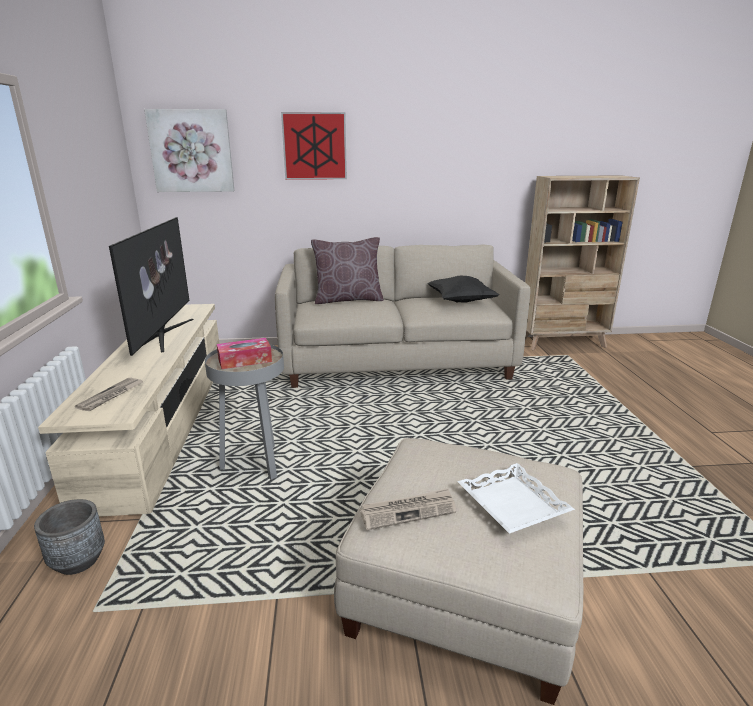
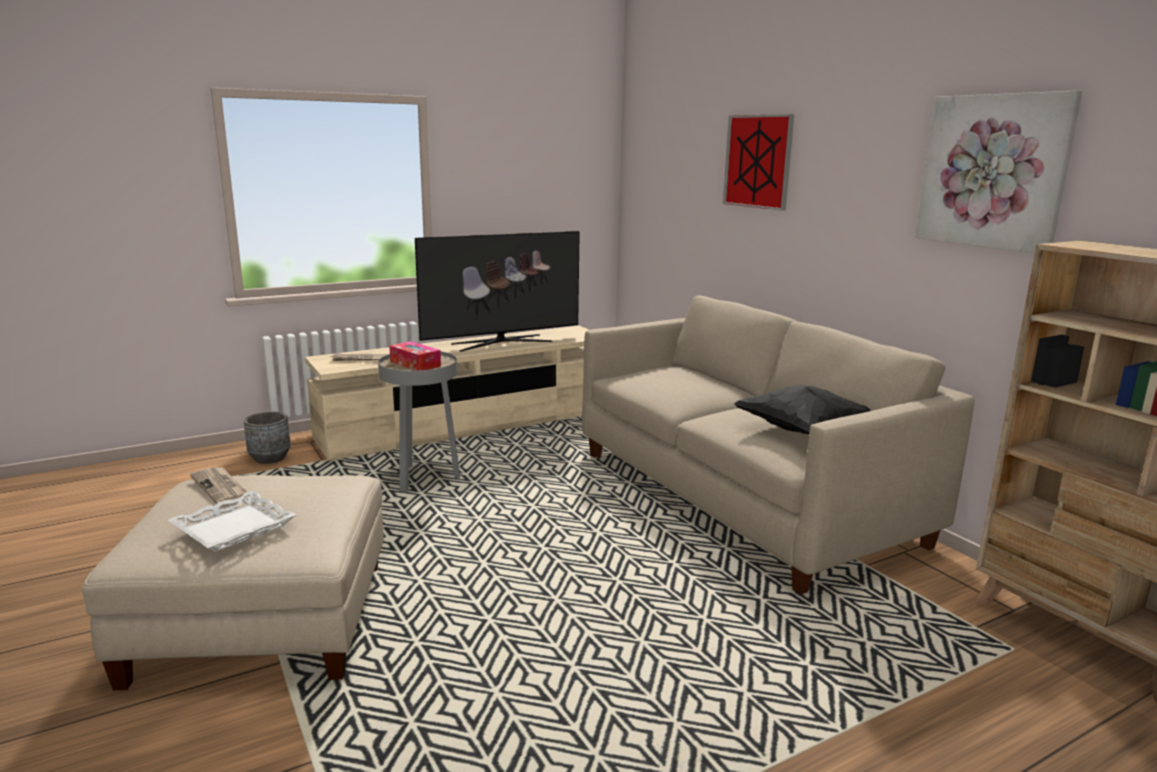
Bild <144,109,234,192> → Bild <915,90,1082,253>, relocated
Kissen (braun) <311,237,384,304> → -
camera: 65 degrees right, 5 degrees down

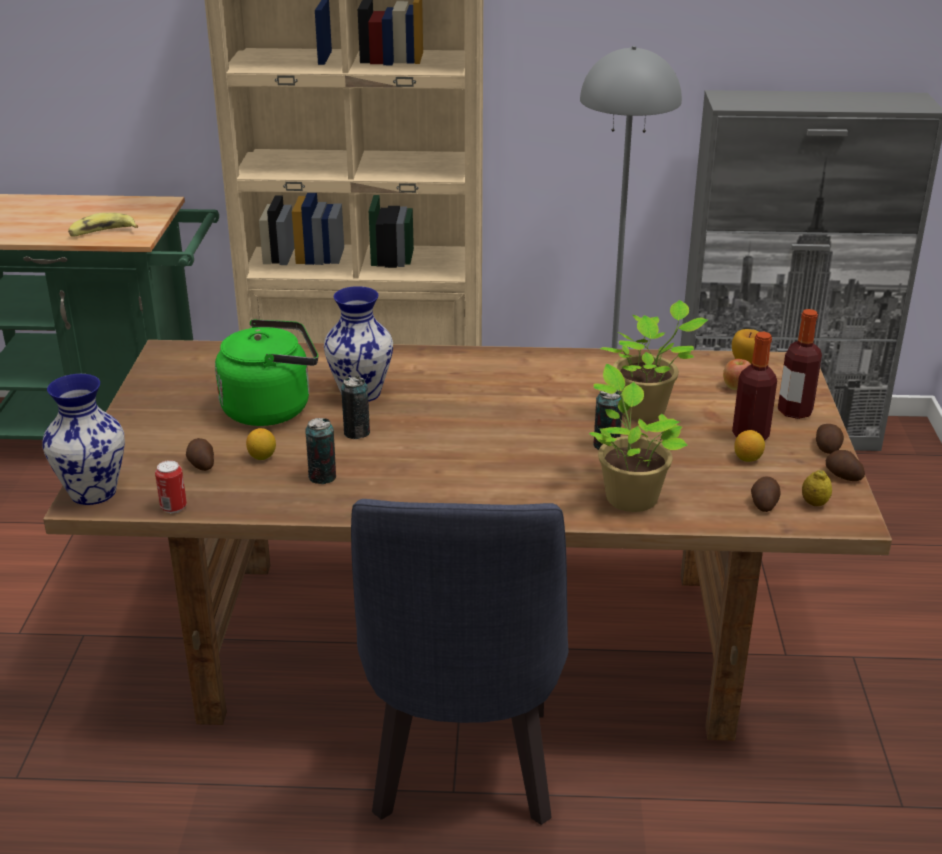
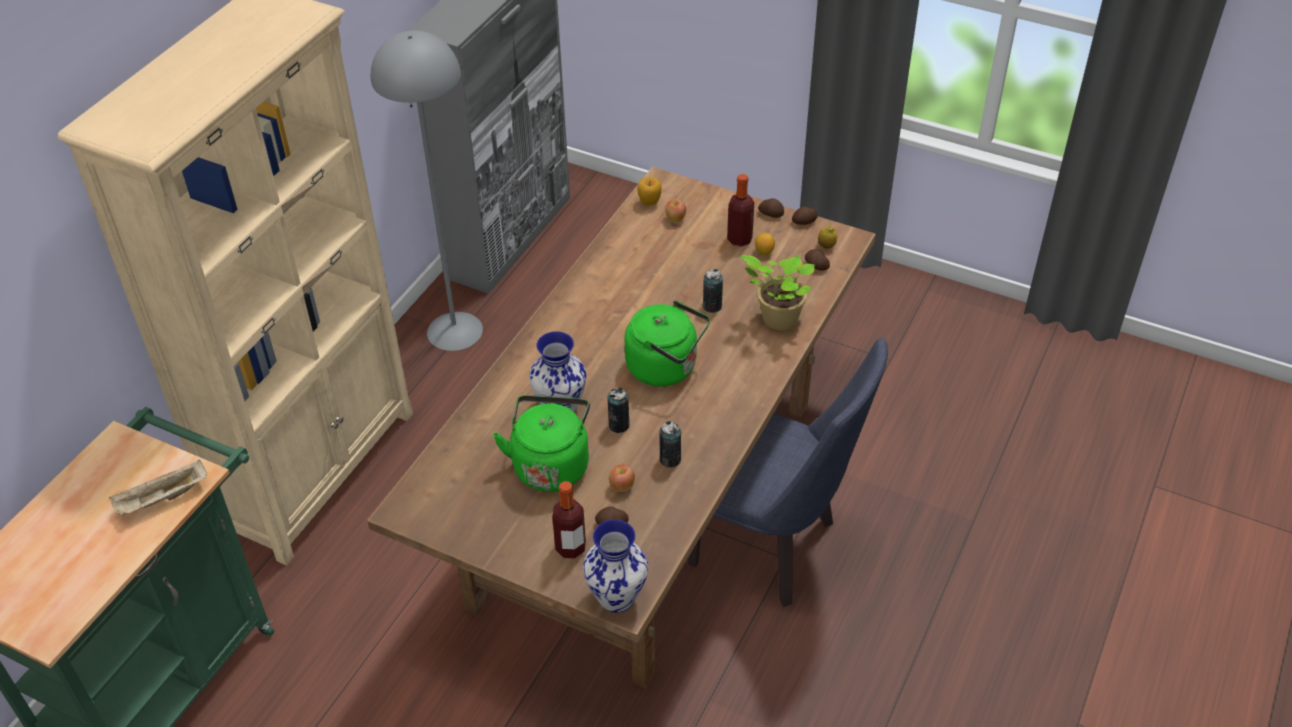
Banane <68,213,138,237> → Tablett (beige) <109,460,207,517>
Dose <155,460,187,513> → -
Zitrone <246,428,276,460> → Apfel <609,464,635,492>
Topfpflanze <600,300,708,421> → -
Flasche <777,309,822,419> → Flasche <552,481,586,558>, relocated
- → Wasserkessel (grün) <625,301,710,387>
camera: 65 degrees left, 15 degrees up

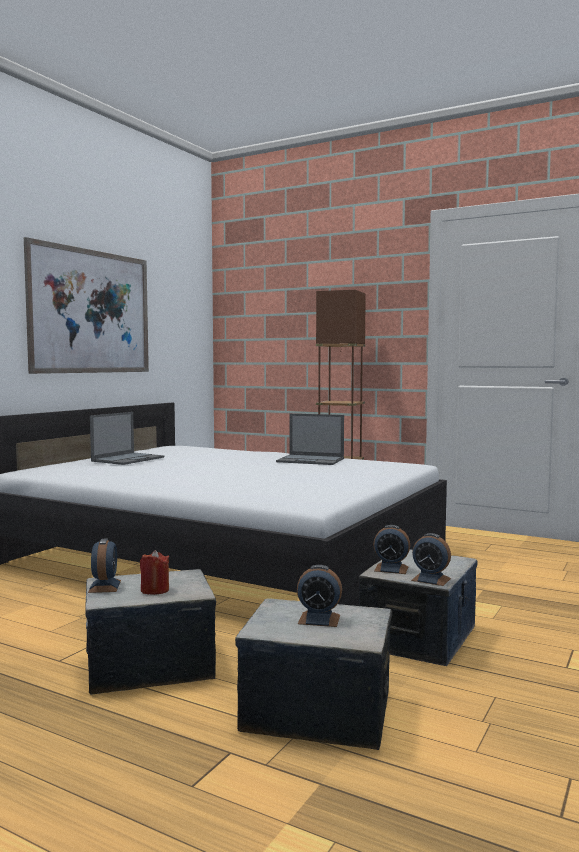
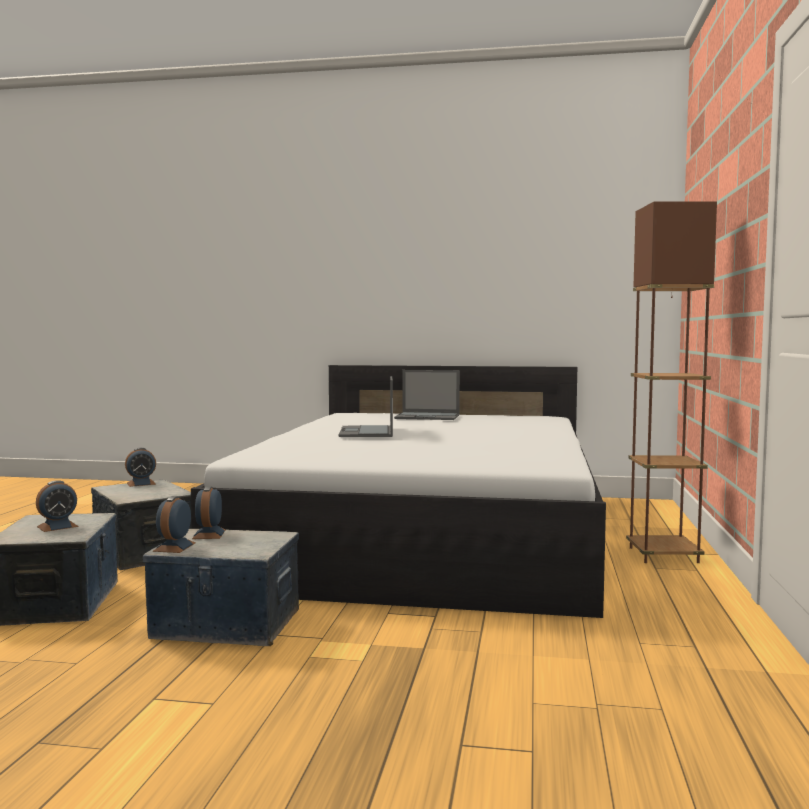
Bild <24,237,149,374> → -
Kerze (rot) <140,550,169,595> → -
Laptop <276,413,344,465> → Laptop <339,376,393,437>, relocated
Wecker <297,565,342,627> → Wecker <36,480,79,532>, 120 degrees counterclockwise
camera: 70 degrees right, 0 degrees up

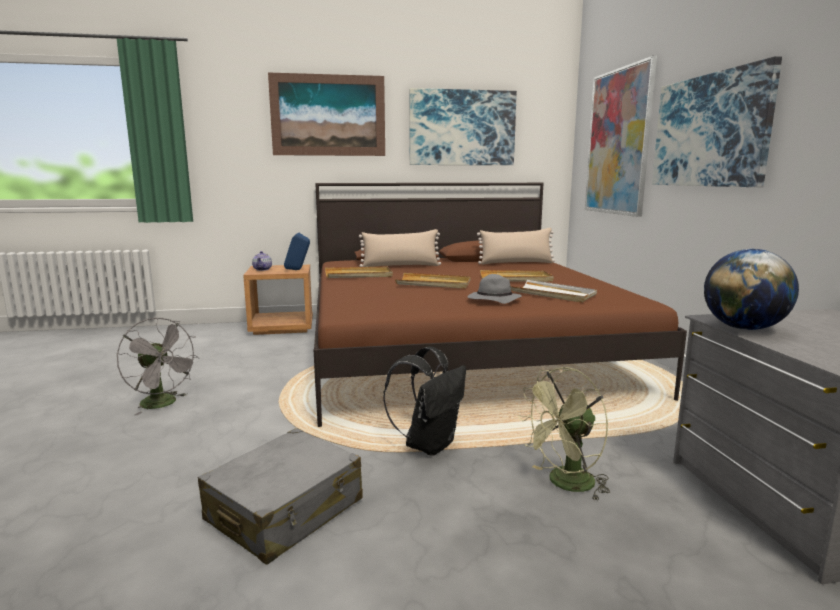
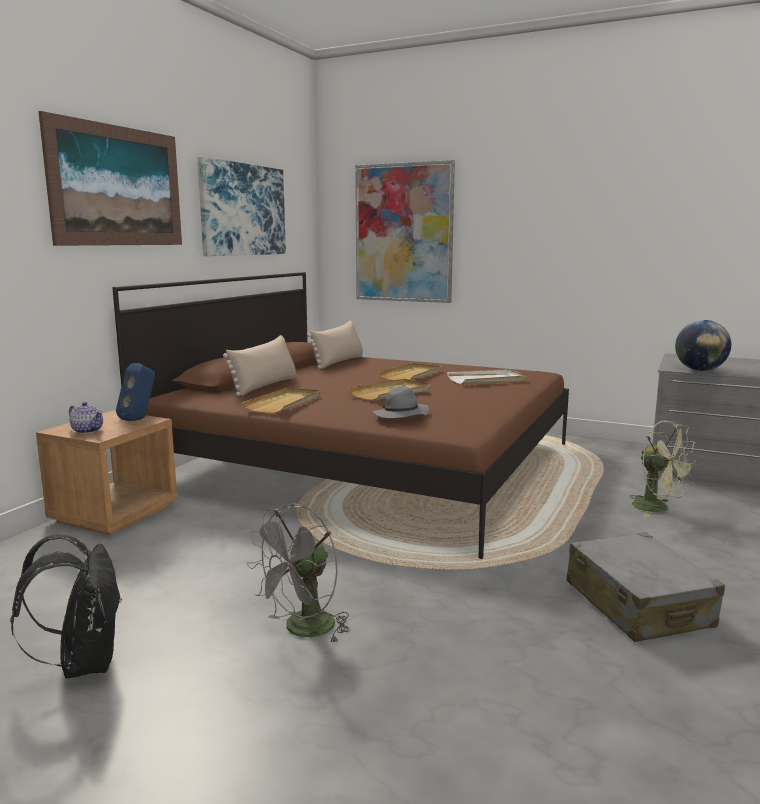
Ventilator (grau) <117,318,200,415> → Ventilator (grau) <246,504,349,643>, 150 degrees clockwise
Rucksack (schwarz) <383,347,466,456> → Rucksack (schwarz) <10,534,122,679>, relocated
Hut (grau) <467,274,522,304> → Hut (grau) <373,386,429,418>, relocated
Ventilator (grün) <518,367,610,501> → Ventilator (grün) <631,420,698,517>, 45 degrees counterclockwise
Bild <652,56,782,187> → -
camera: 55 degrees left, 0 degrees up

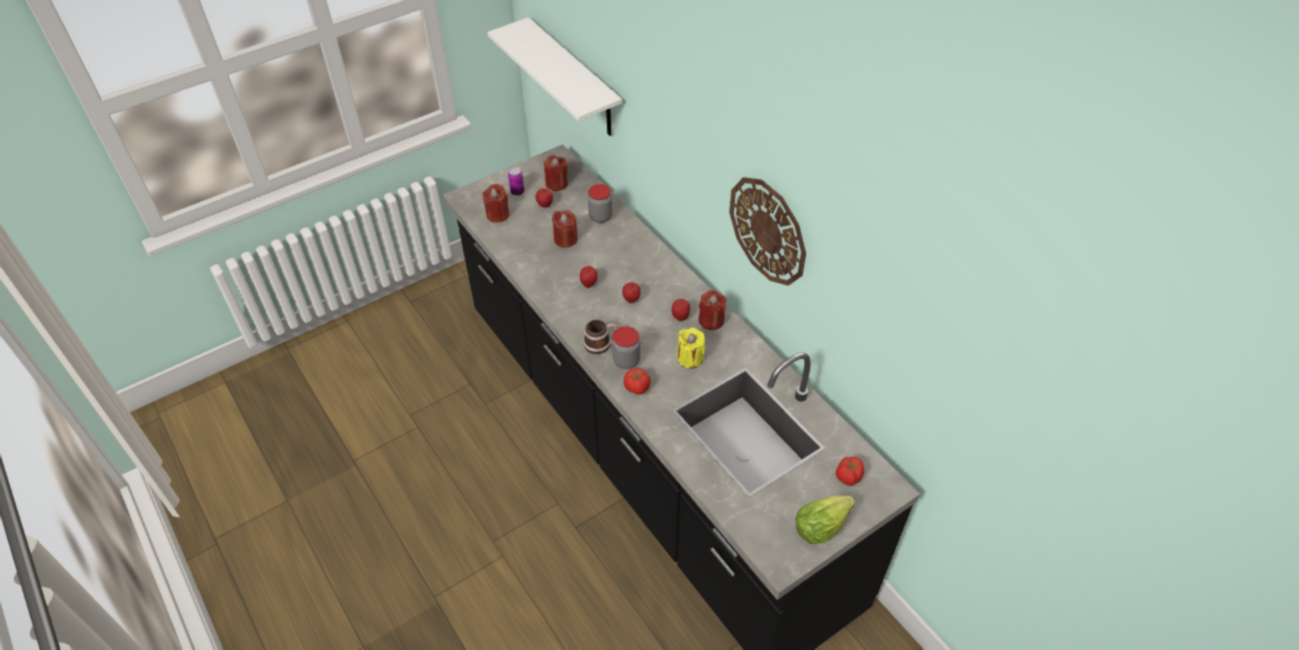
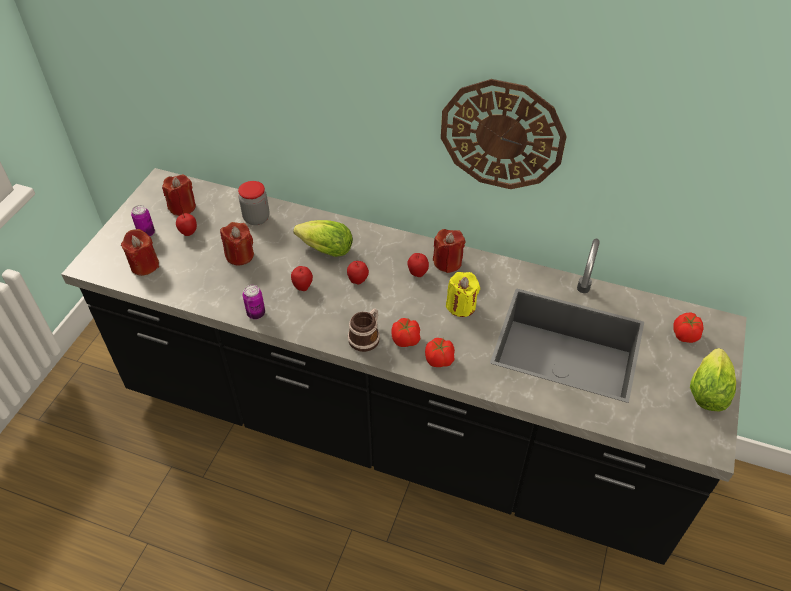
Wandregal (weiß) <488,17,622,136> → -
Vorratsglas <612,326,640,369> → Tomate <391,318,420,347>
- → Dose <243,285,265,319>
- → Salatkopf <293,220,353,257>
camera: 35 degrees left, 0 degrees up

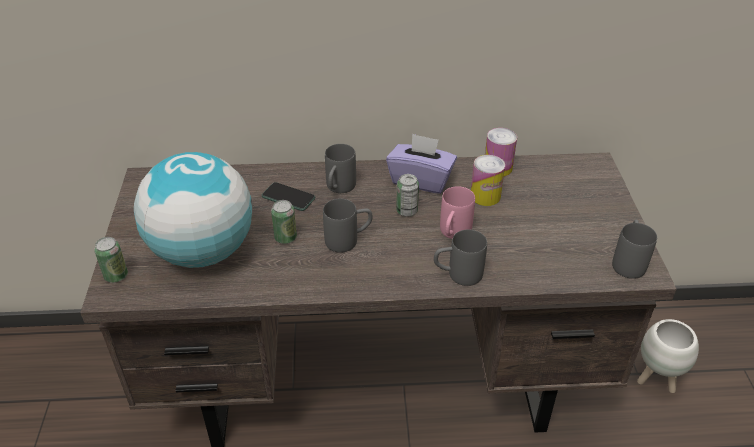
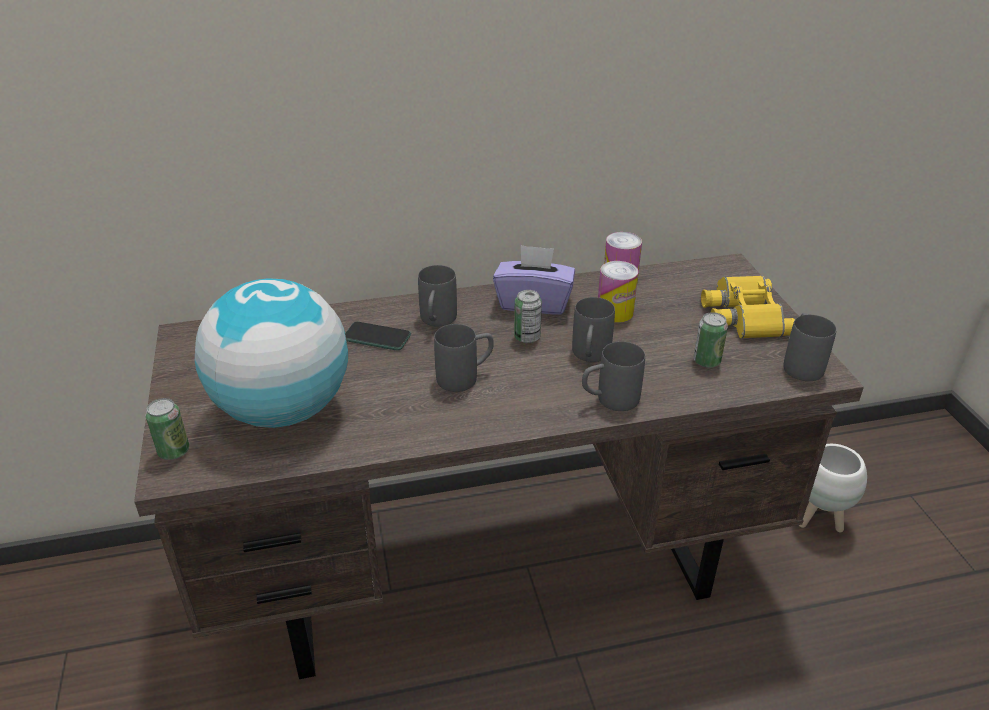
Dose <271,200,297,244> → Dose <693,312,728,368>, relocated
Henkelbecher (rosa) <440,186,475,239> → Henkelbecher (grau) <572,297,615,362>
- → Fernglas (gelb) <701,275,795,339>
camera: 10 degrees left, 5 degrees down

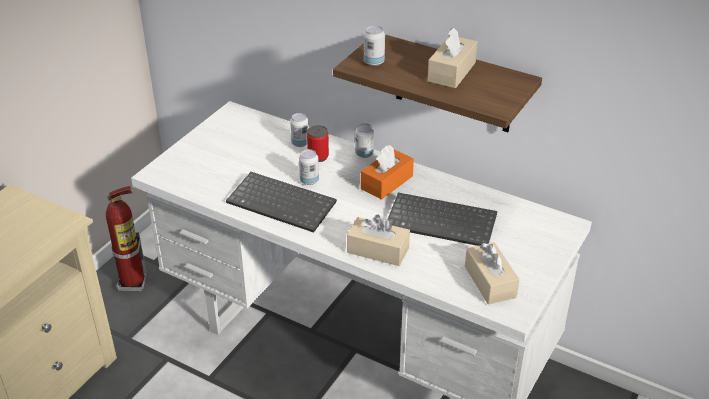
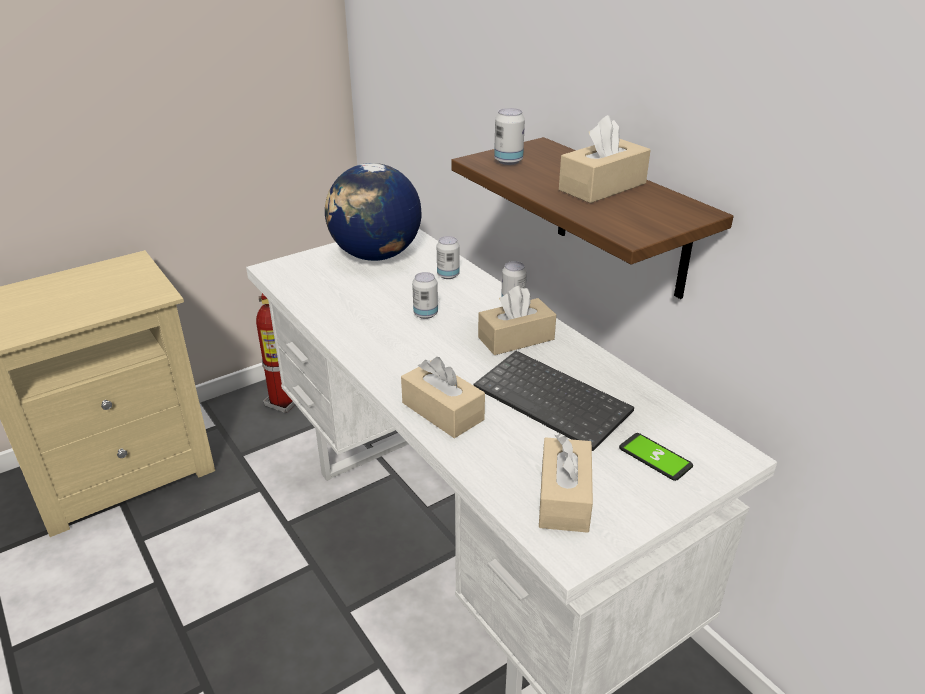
Tastatur <226,172,337,233> → -
Dose <307,125,329,162> → -
Taschentuchbox (orange) <361,145,414,200> → Taschentuchbox (beige) <478,286,556,355>
- → Globus <325,163,421,261>
- → Handy <619,433,693,481>
camera: 25 degrees right, 5 degrees down

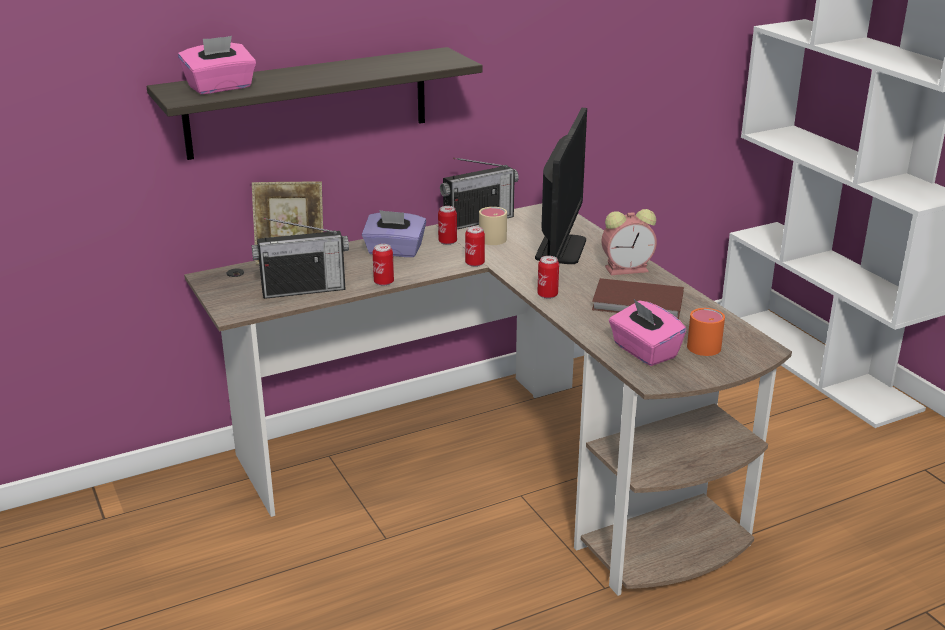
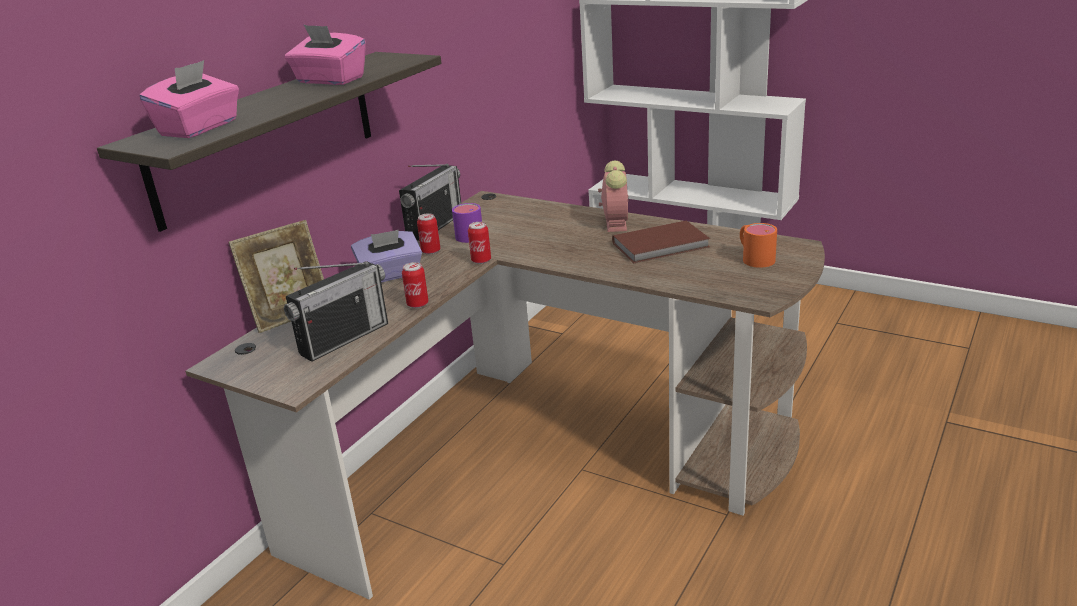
Henkelbecher (beige) <479,207,507,245> → Henkelbecher (lila) <452,203,482,243>
Monitor <535,108,587,264> → -
Dose <537,256,559,299> → -
Wecker <601,209,657,275> → Wecker <598,160,629,232>, 45 degrees counterclockwise
Taschentuchbox (rosa) <609,299,686,366> → Taschentuchbox (rosa) <285,25,366,85>, relocated
camera: 30 degrees left, 0 degrees up

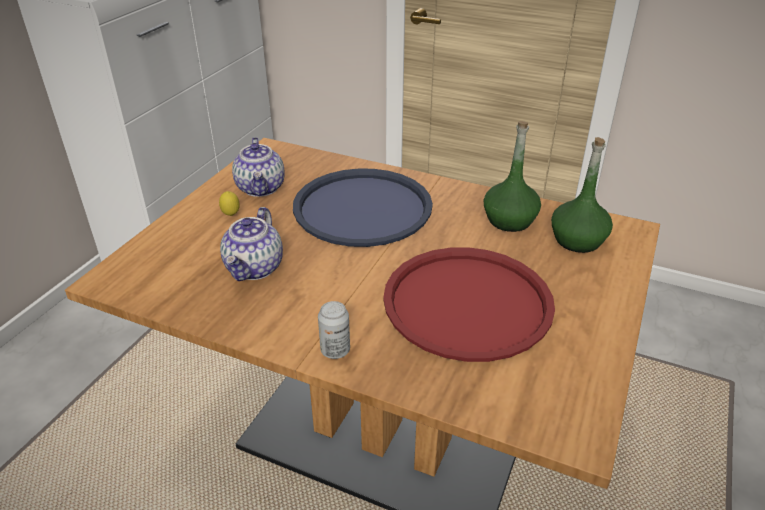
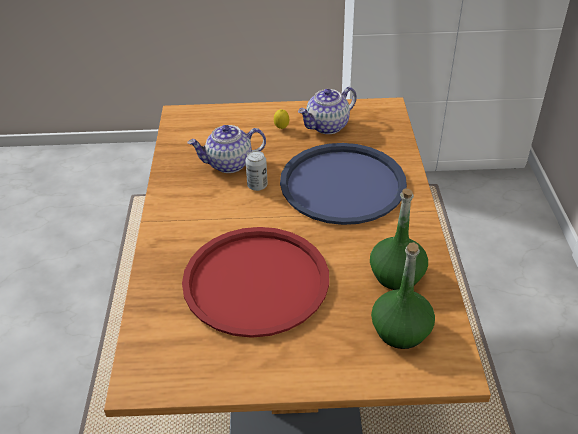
Dose <318,301,350,359> → Dose <245,151,268,191>, relocated
camera: 65 degrees right, 5 degrees up

